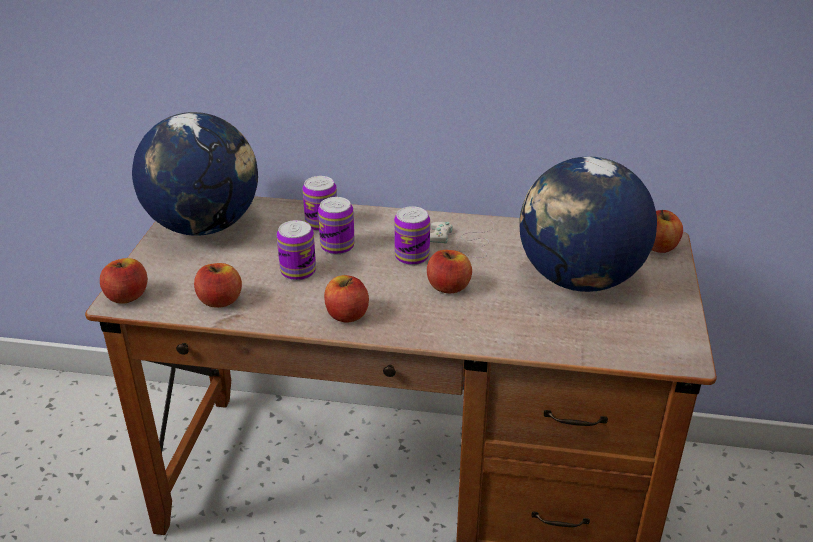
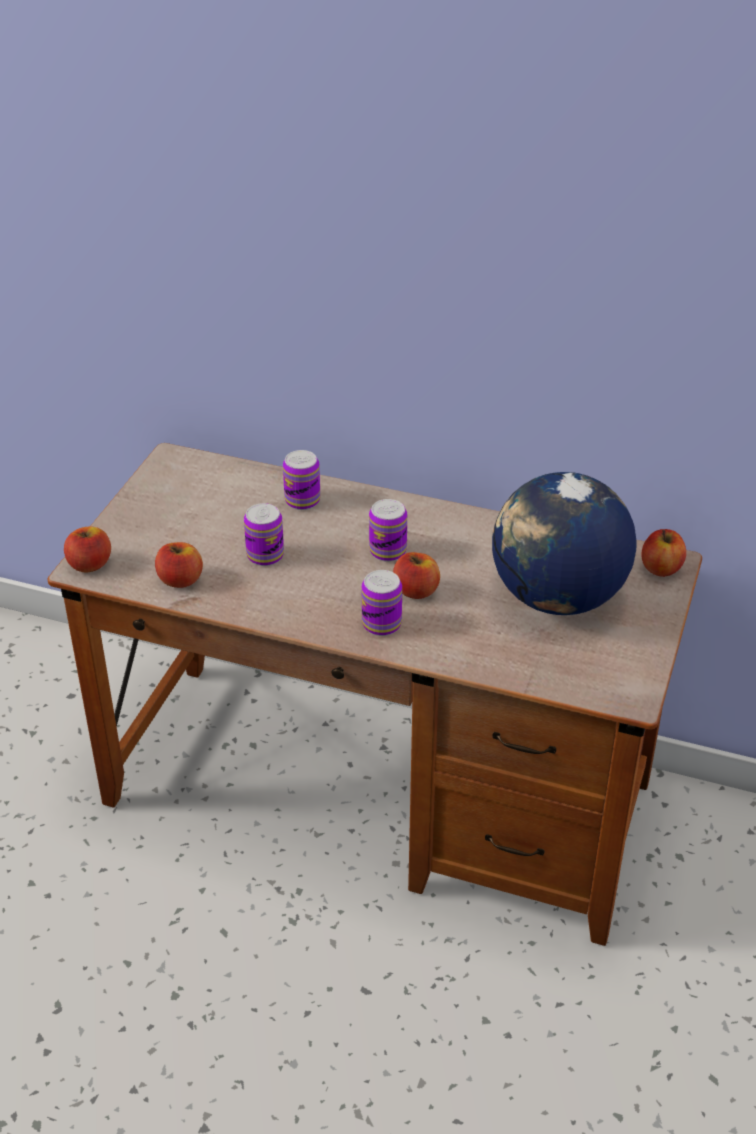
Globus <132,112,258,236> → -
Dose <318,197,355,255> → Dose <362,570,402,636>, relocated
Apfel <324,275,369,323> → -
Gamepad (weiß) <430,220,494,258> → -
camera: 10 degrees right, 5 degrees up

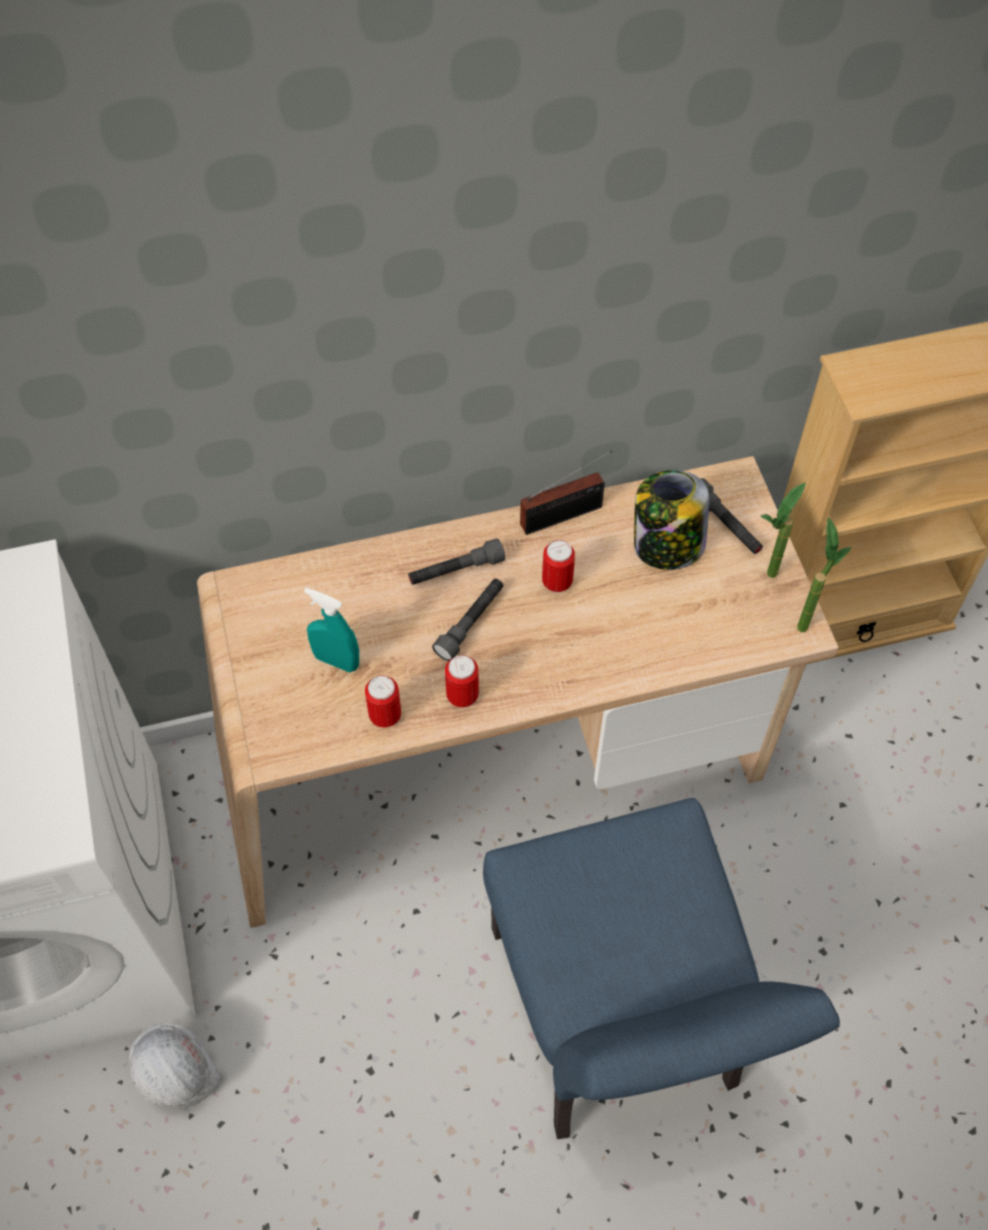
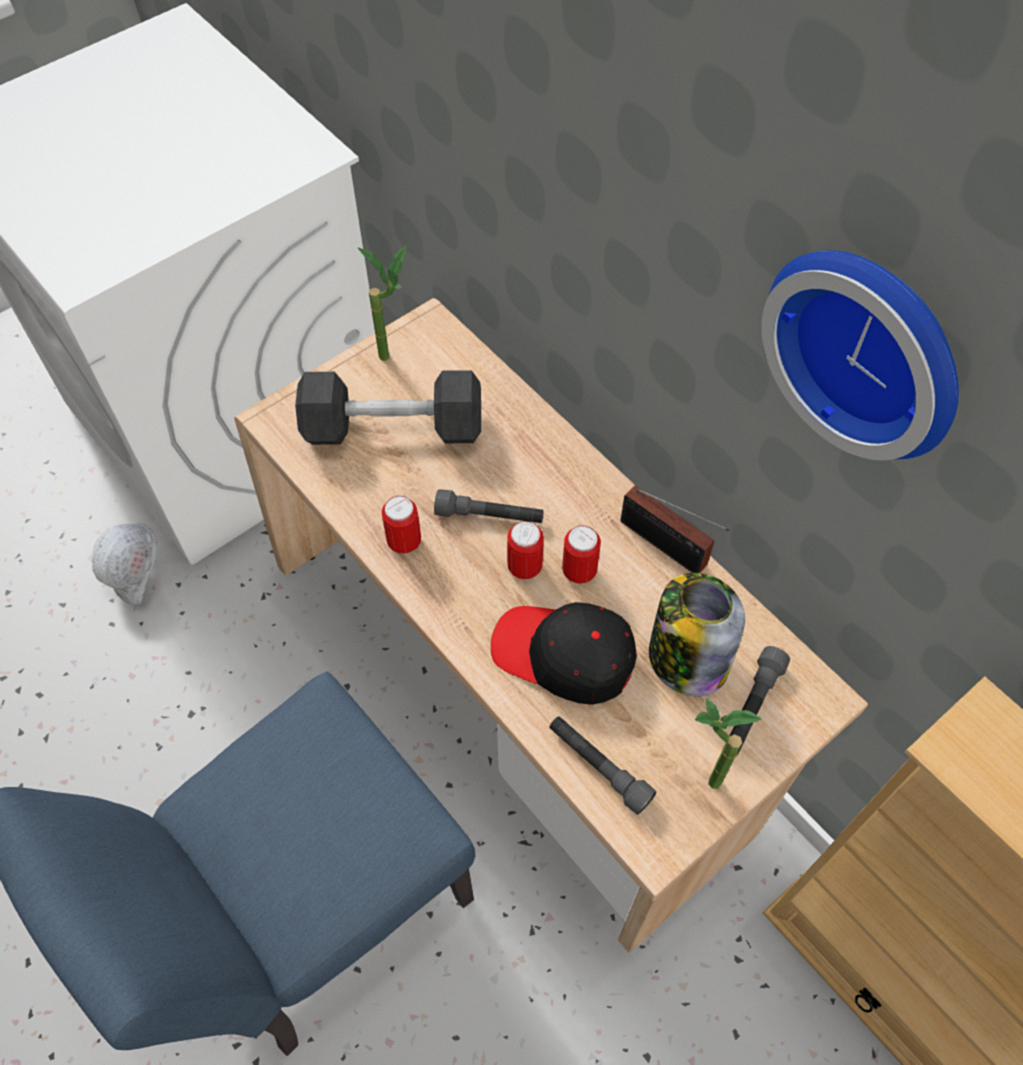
Sprühflasche (türkis) <304,587,359,672> → Hantel (schwarz) <295,370,481,445>
Dose <365,675,401,728> → Dose <507,521,544,579>, relocated
Taschenlampe (grau) <408,538,505,585> → Taschenlampe (grau) <549,716,656,815>, relocated
Topfpflanze <797,517,852,632> → Topfpflanze <358,245,407,361>, relocated
- → Kappe (schwarz) <491,602,637,705>
- → Wanduhr <761,250,959,460>
camera: 65 degrees right, 0 degrees up

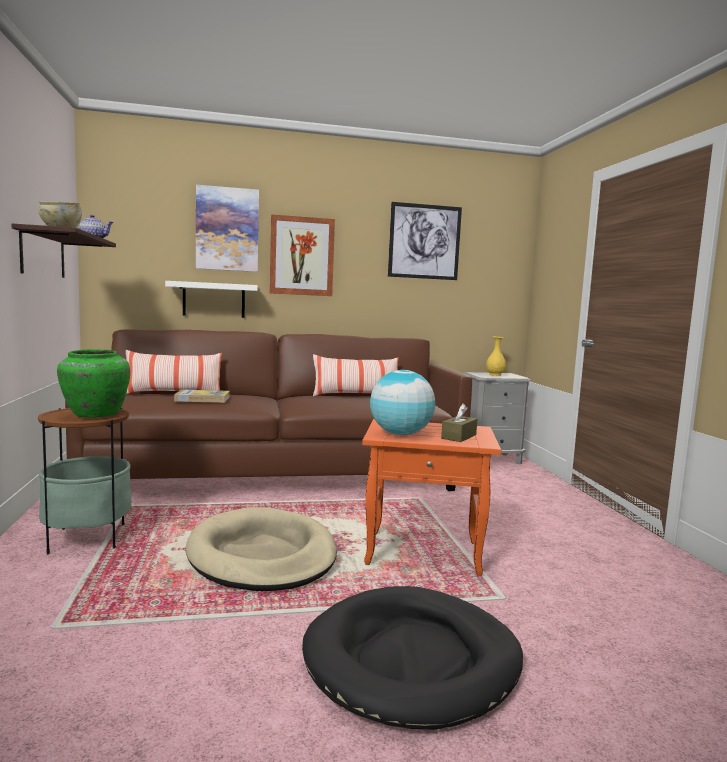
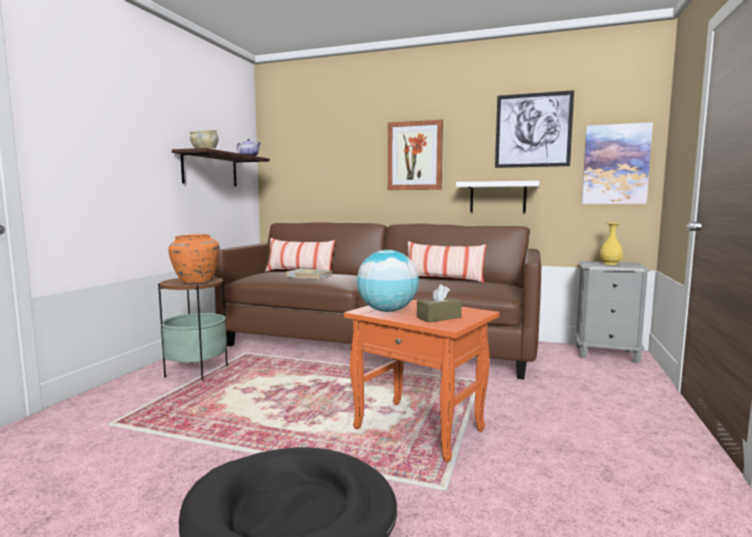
Vase (grün) <57,349,130,418> → Vase (orange) <168,234,220,283>
Wandregal (weiß) <165,281,258,318> → Wandregal (weiß) <456,181,539,212>, relocated
Hundebett (beige) <186,507,337,591> → -
Bild <196,185,259,272> → Bild <582,122,653,204>, relocated
camera: 30 degrees right, 0 degrees up

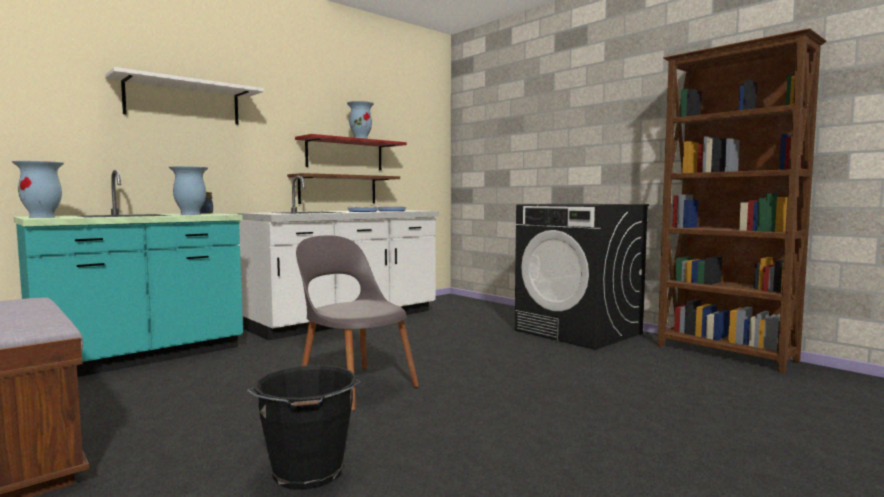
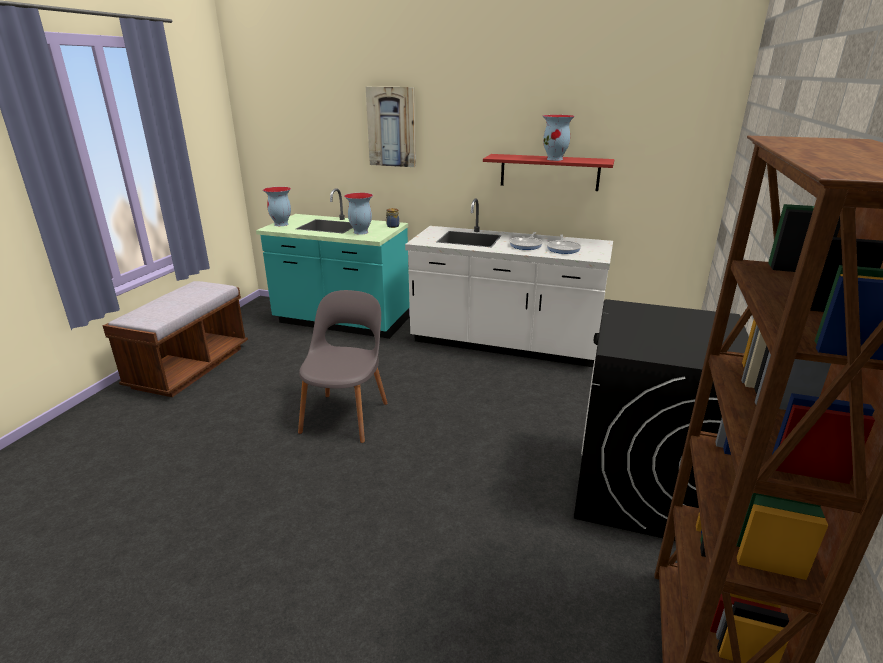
Wandregal (weiß) <105,67,264,125> → Bild <366,87,416,167>
Eimer (schwarz) <247,365,361,490> → -
Wandregal (braun) <287,173,400,204> → -
camera: 60 degrees right, 20 degrees up

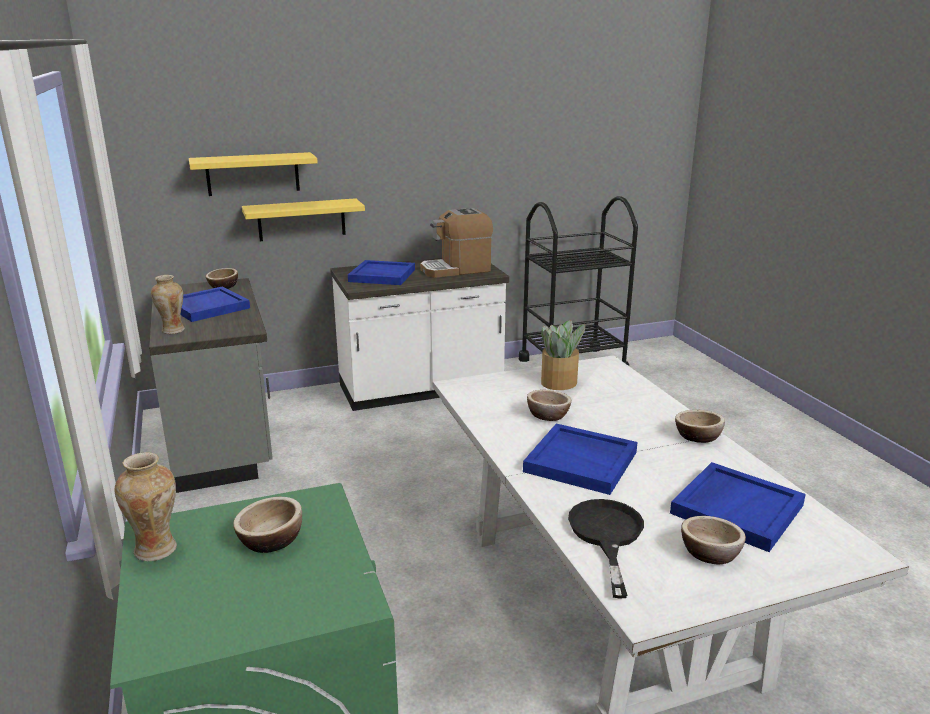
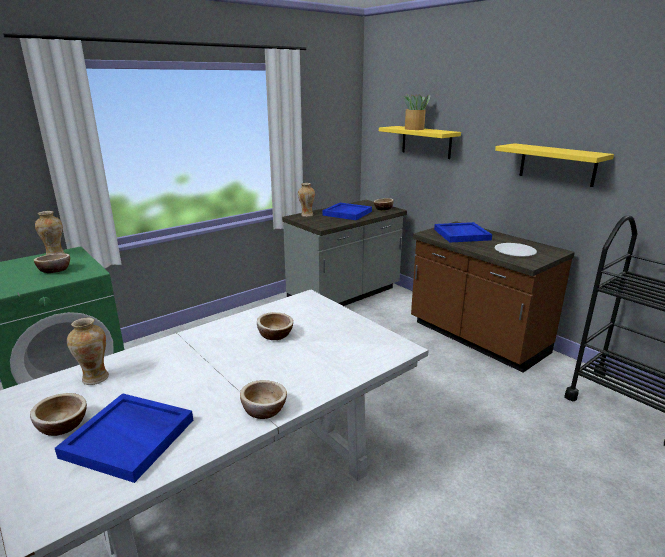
Wandregal (gelb) <242,198,365,241> → Wandregal (gelb) <495,143,614,187>, relocated
Küchenzeile (weiß) <330,258,509,411> → Küchenzeile (braun) <411,221,575,372>
Kaffeemaschine <420,208,493,278> → Teller (weiß) <495,243,537,257>
Tablett (blau) <523,424,637,495> → -
Topfpflanze <541,320,585,390> → Topfpflanze <404,94,430,130>, relocated
Pfanne (schwarz) <568,499,644,599> → Vase <67,318,109,385>
camera: 70 degrees right, 0 degrees up

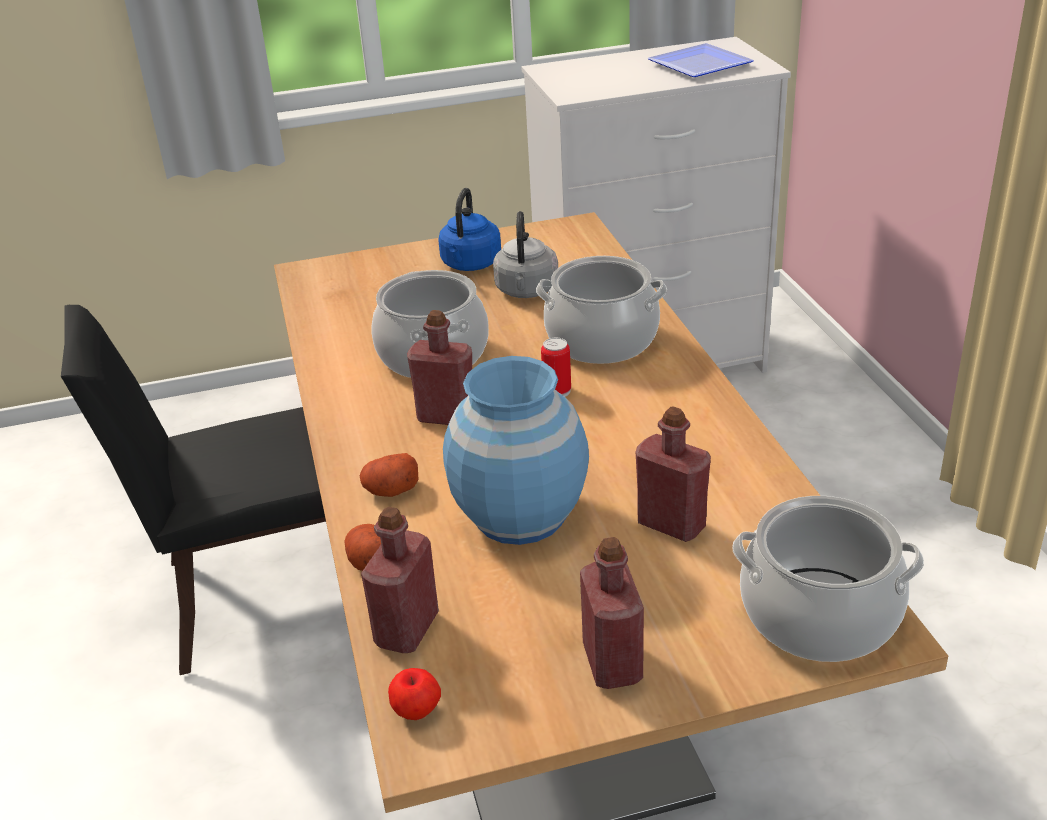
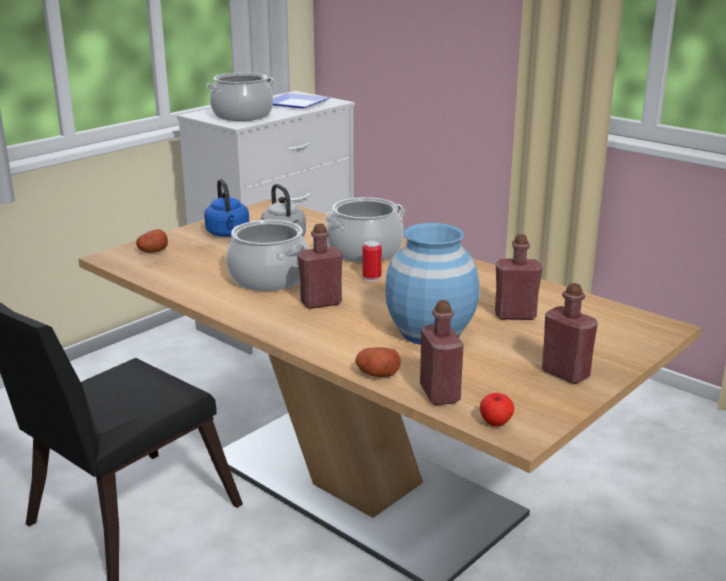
Kartoffel <360,453,419,497> → Kartoffel <136,229,168,253>, relocated
Kochtopf <732,496,924,662> → Kochtopf <206,72,275,121>, relocated
camera: 35 degrees left, 10 degrees down

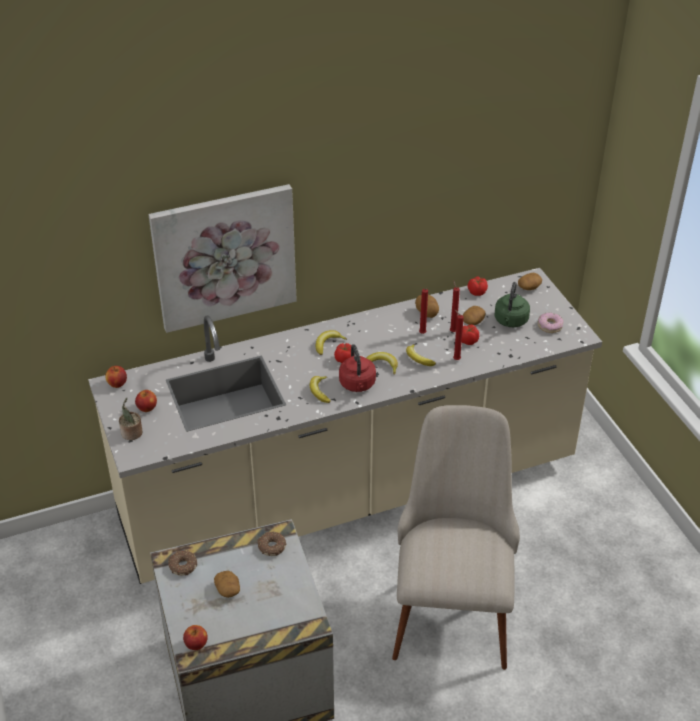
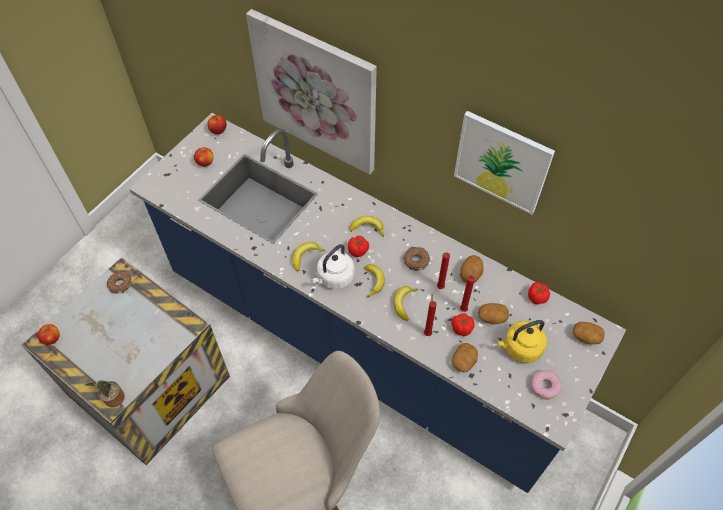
Küchenzeile (beige) <88,268,602,584> → Küchenzeile (blau) <129,113,626,493>
Topfpflanze <119,398,143,440> → Topfpflanze <85,380,125,407>, relocated
Kartoffel <214,571,240,598> → Kartoffel <452,343,478,372>, relocated
Donut <258,532,286,556> → Donut <403,247,430,271>, relocated
Wasserkessel (rot) <339,344,376,392> → Wasserkessel (weiß) <311,244,355,289>
Wasserkessel (grün) <495,282,530,327> → Wasserkessel (gelb) <497,320,547,363>
- → Bild <454,111,555,215>
camera: 55 degrees right, 15 degrees up

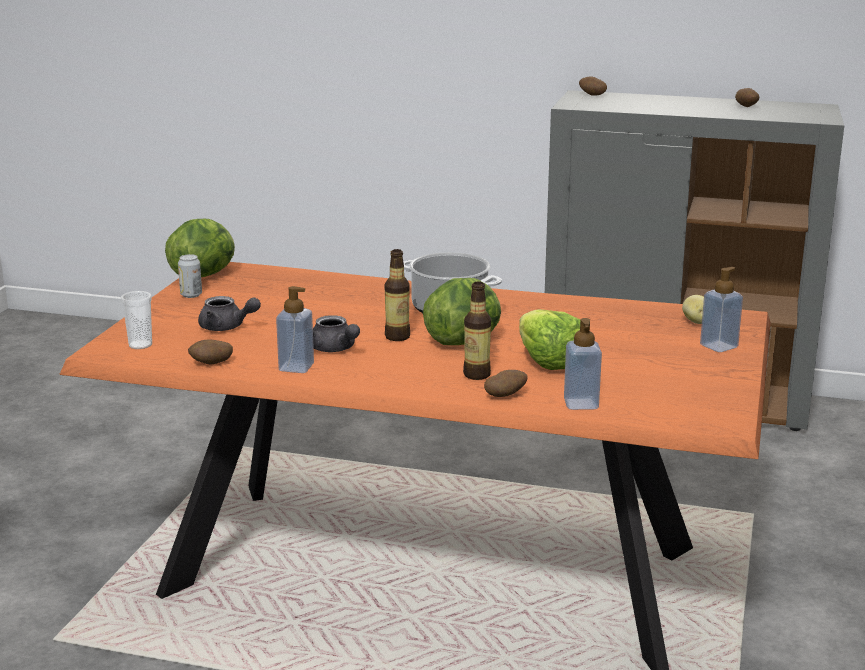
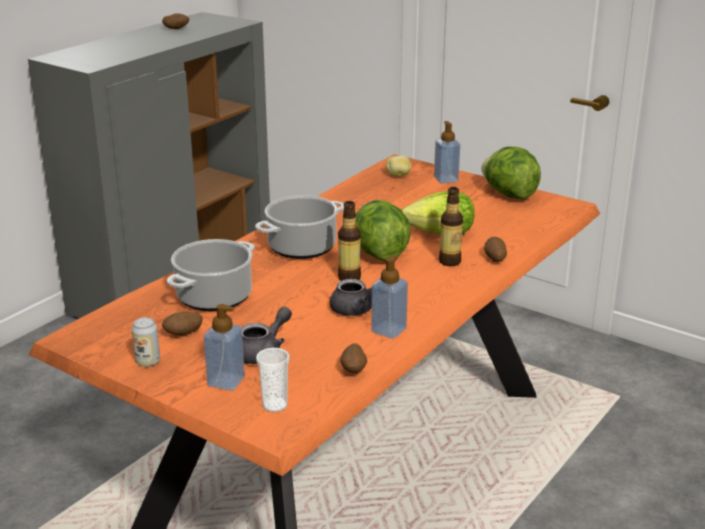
Salatkopf <165,219,235,277> → Salatkopf <481,147,541,199>, relocated
Seifenspender <564,318,602,410> → Seifenspender <203,304,245,391>, relocated
Kartoffel <579,76,607,96> → Kartoffel <162,312,202,336>, relocated
- → Kochtopf <167,239,255,311>
camera: 70 degrees left, 5 degrees up

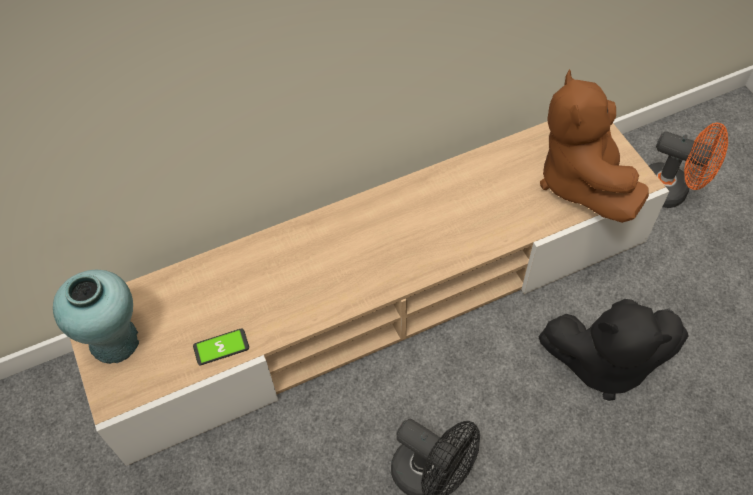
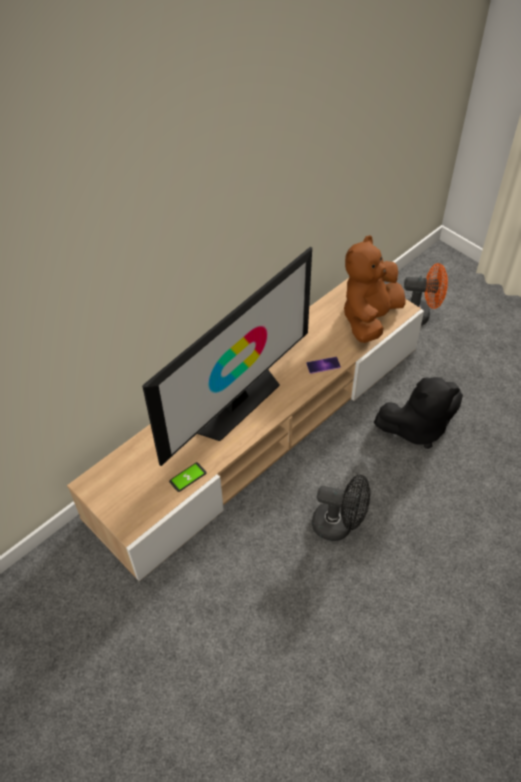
Vase (türkis) <53,269,139,364> → -
Plüschtier (braun) <540,69,649,223> → Plüschtier (braun) <344,235,406,343>, 60 degrees clockwise
- → Fernseher <142,247,312,466>
- → Handy <306,357,341,374>
camera: 20 degrees left, 5 degrees down

